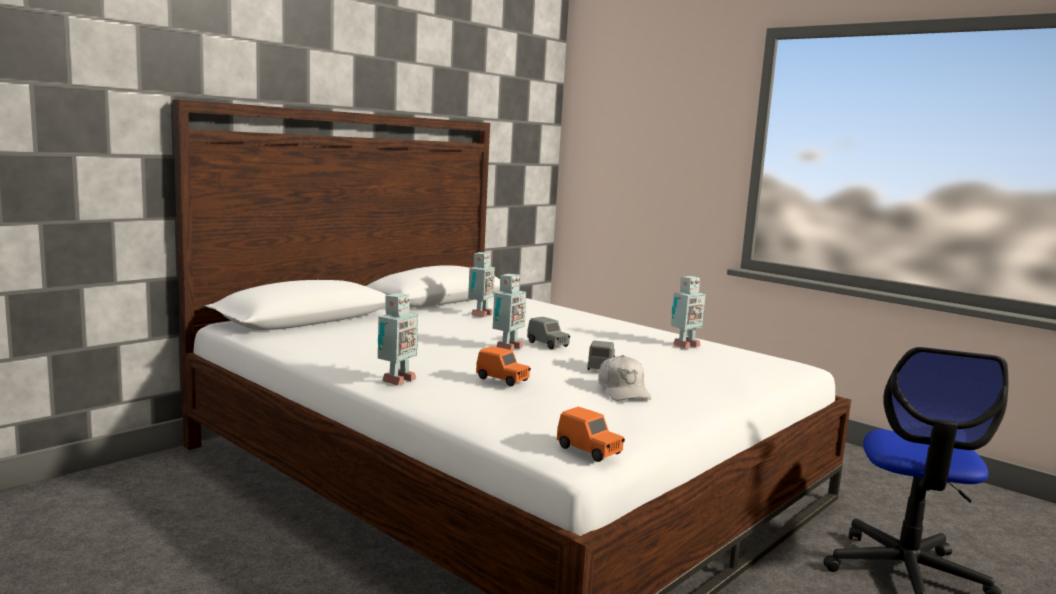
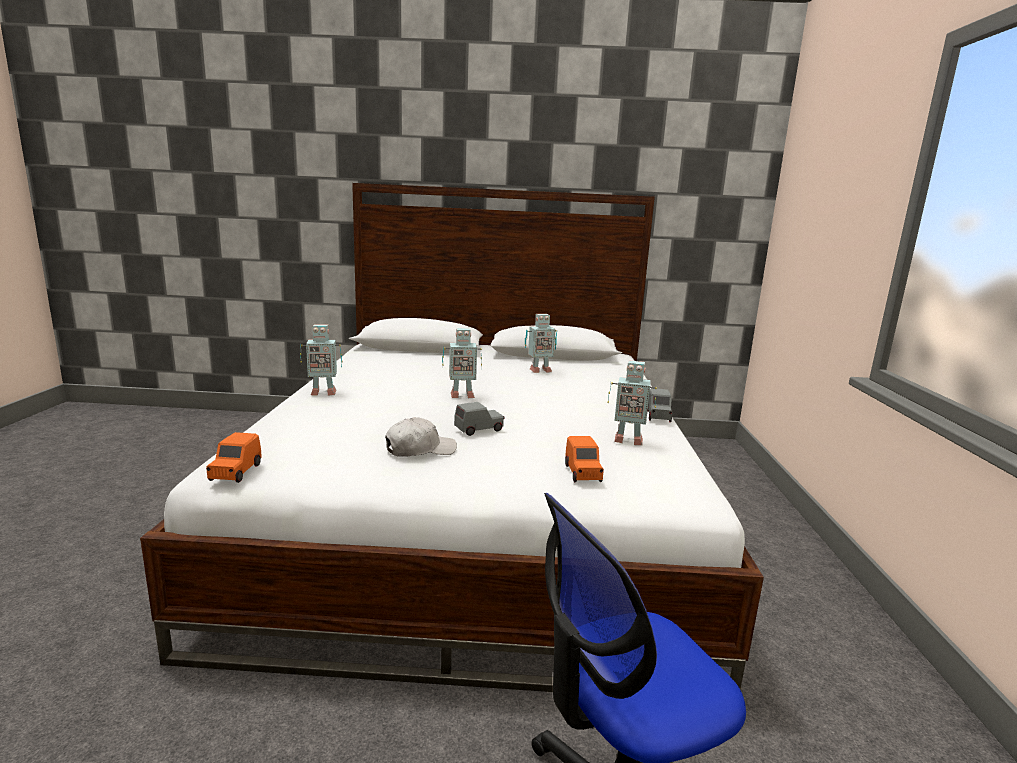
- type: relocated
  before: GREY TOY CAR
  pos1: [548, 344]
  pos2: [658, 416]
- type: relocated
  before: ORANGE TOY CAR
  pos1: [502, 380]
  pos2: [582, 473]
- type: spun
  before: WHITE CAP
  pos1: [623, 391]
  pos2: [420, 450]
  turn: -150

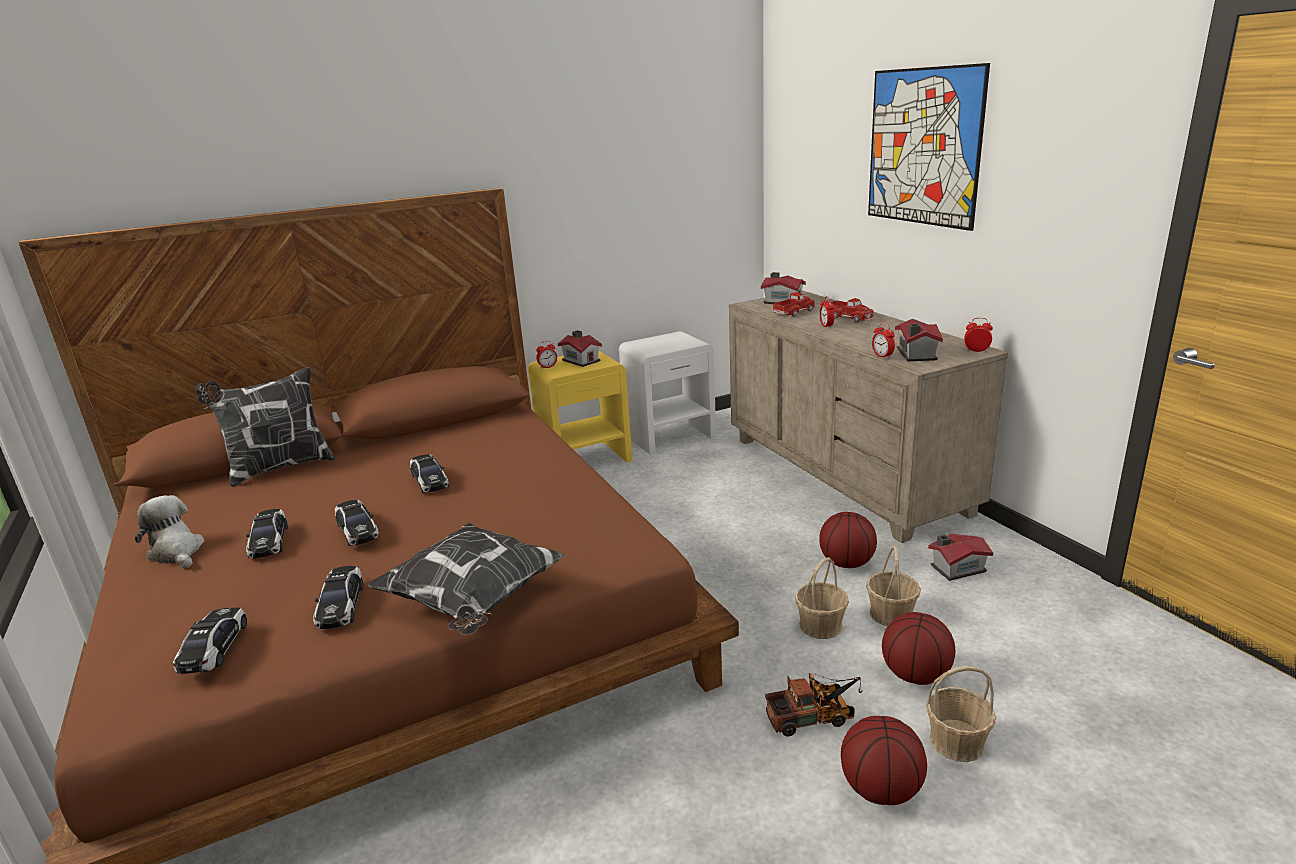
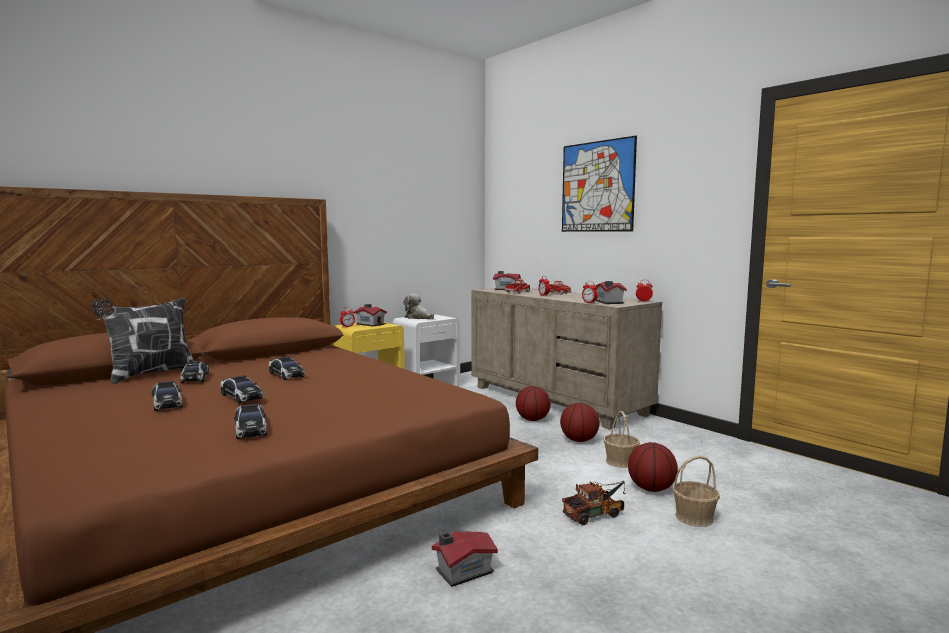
- type: relocated
  before: PLUSH TOY
  pos1: [177, 552]
  pos2: [418, 317]
- type: missing
  before: PILLOW
  pos1: [473, 602]
- type: relocated
  before: TOY HOUSE
  pos1: [956, 568]
  pos2: [462, 571]
- type: missing
  before: BASKET
  pos1: [821, 625]
- type: relocated
  before: TOY CAR
  pos1: [214, 648]
  pos2: [195, 378]
- type: relocated
  before: BASKETBALL
  pos1: [880, 790]
  pos2: [532, 420]

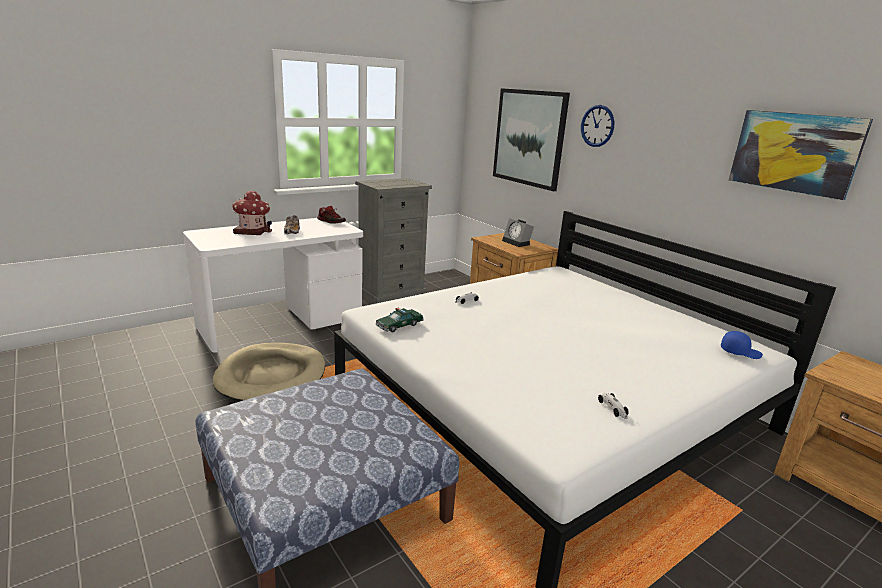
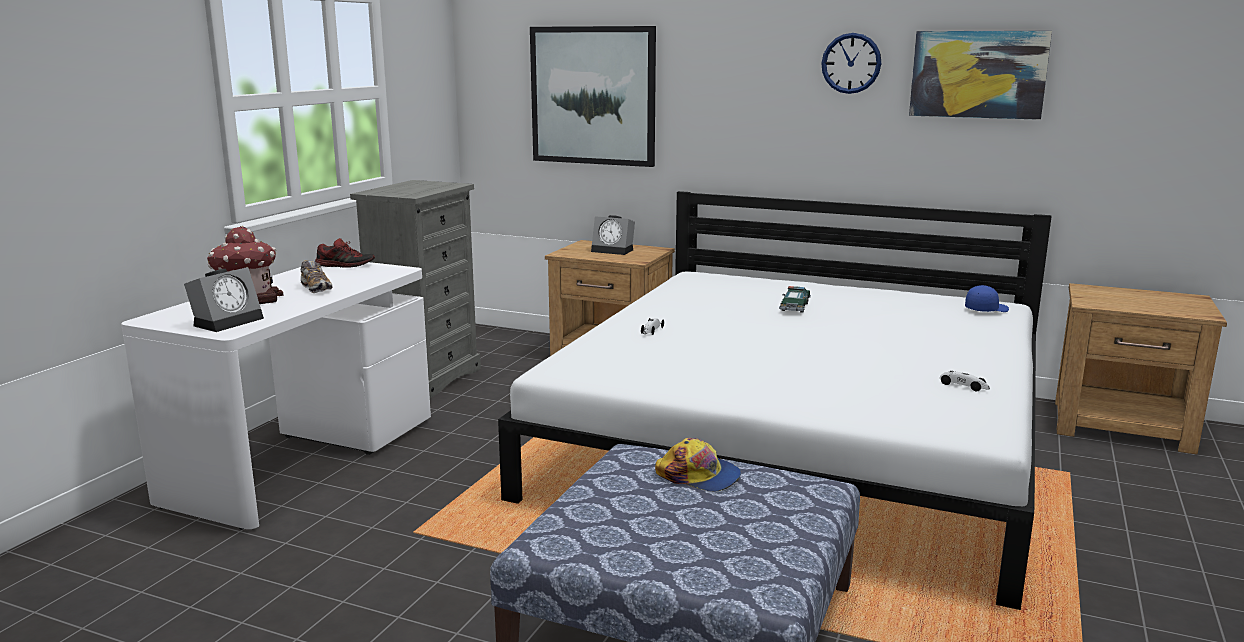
- type: relocated
  before: WALL CLOCK
  pos1: [597, 126]
  pos2: [851, 63]
- type: relocated
  before: TOY CAR
  pos1: [399, 325]
  pos2: [795, 307]
- type: missing
  before: BEIGE DOG BED
  pos1: [272, 376]
- type: appeared
  after: ALARM CLOCK
  pos2: [228, 321]
- type: appeared
  after: CAP
  pos2: [699, 476]

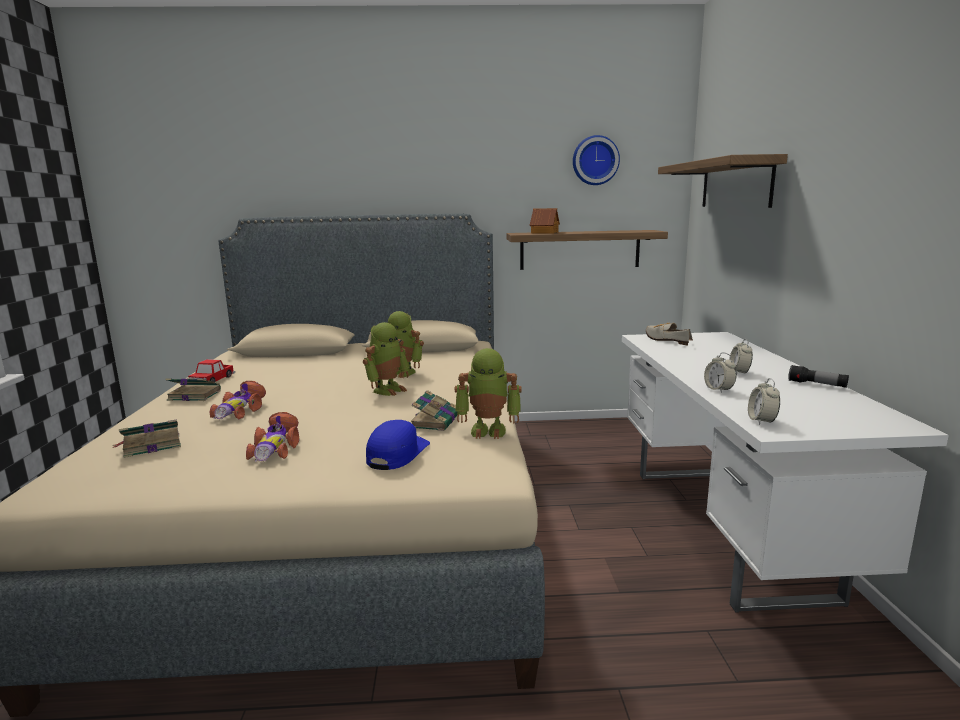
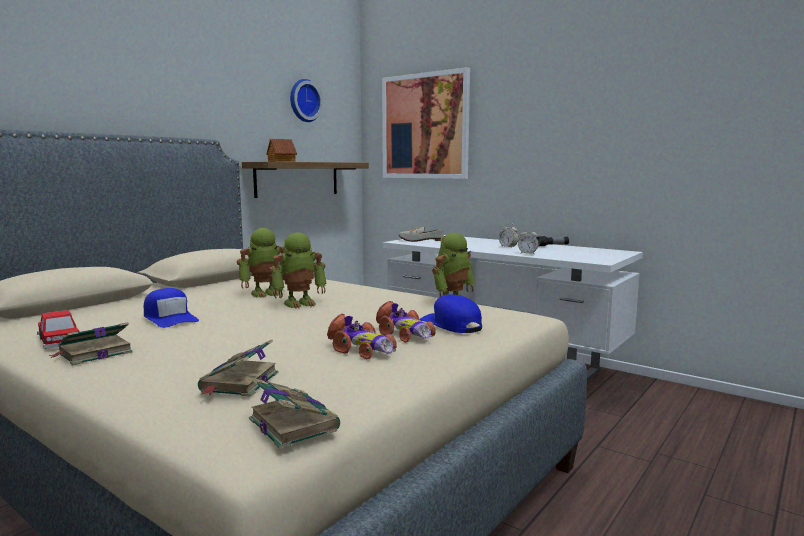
- type: exchanged
  before: SHELF
  after: PICTURE
  pos1: [735, 184]
  pos2: [425, 126]
- type: spun
  before: TOY ROBOT
  pos1: [388, 389]
  pos2: [299, 303]
  turn: 75
- type: missing
  before: ALARM CLOCK
  pos1: [761, 421]
- type: relocated
  before: TOY CAR
  pos1: [239, 411]
  pos2: [403, 334]
- type: relocated
  before: BOOK
  pos1: [435, 421]
  pos2: [292, 423]
- type: appeared
  after: BLUE CAP
  pos2: [170, 318]

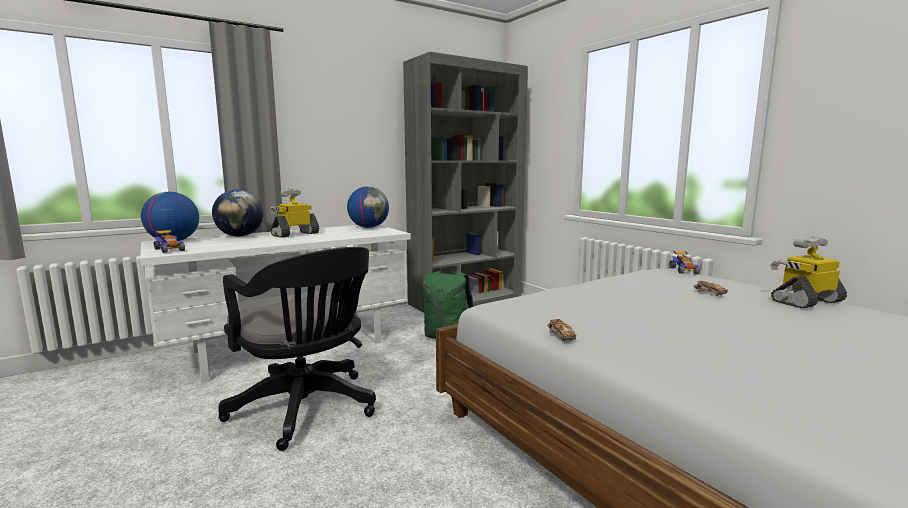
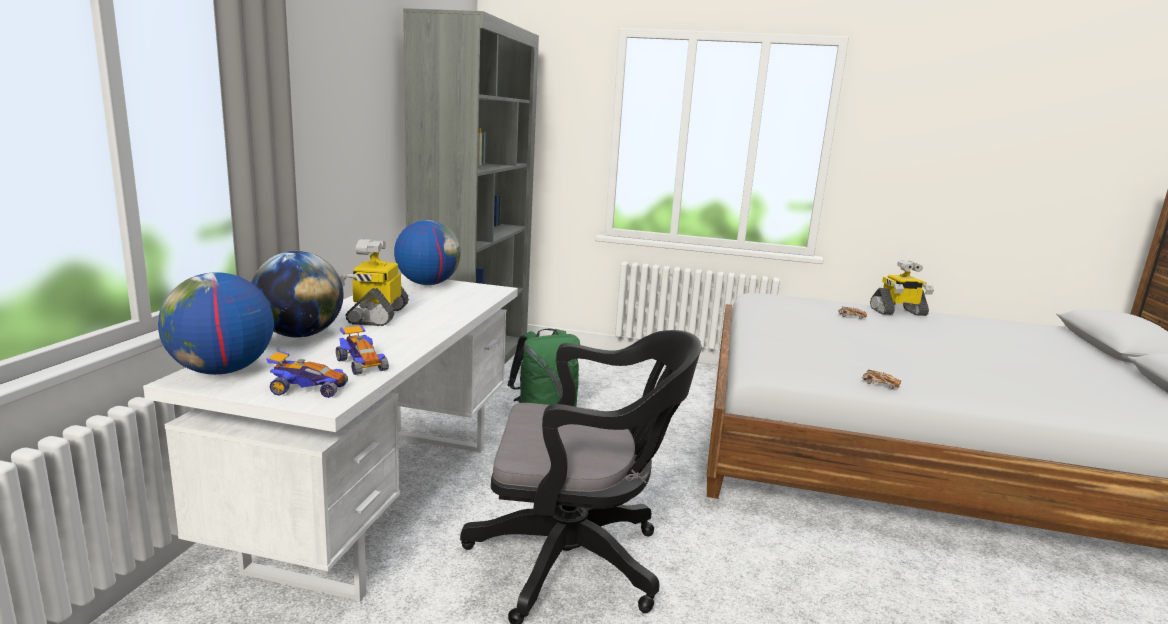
- type: spun
  before: TOY ROBOT
  pos1: [806, 301]
  pos2: [898, 312]
  turn: -120
- type: relocated
  before: TOY CAR
  pos1: [683, 270]
  pos2: [361, 364]

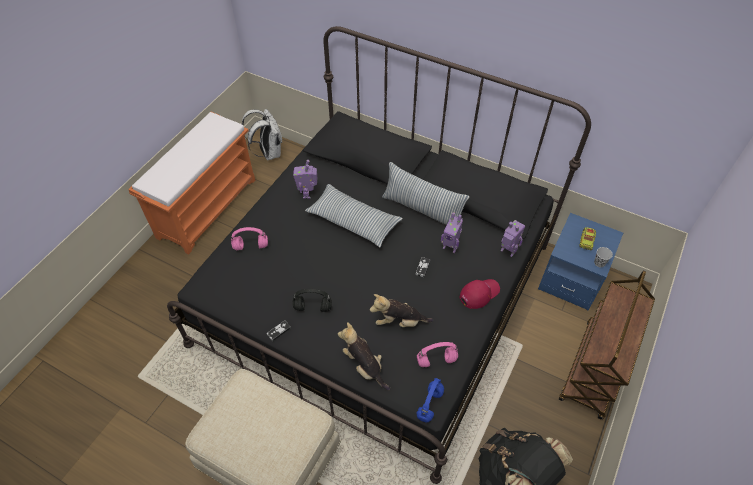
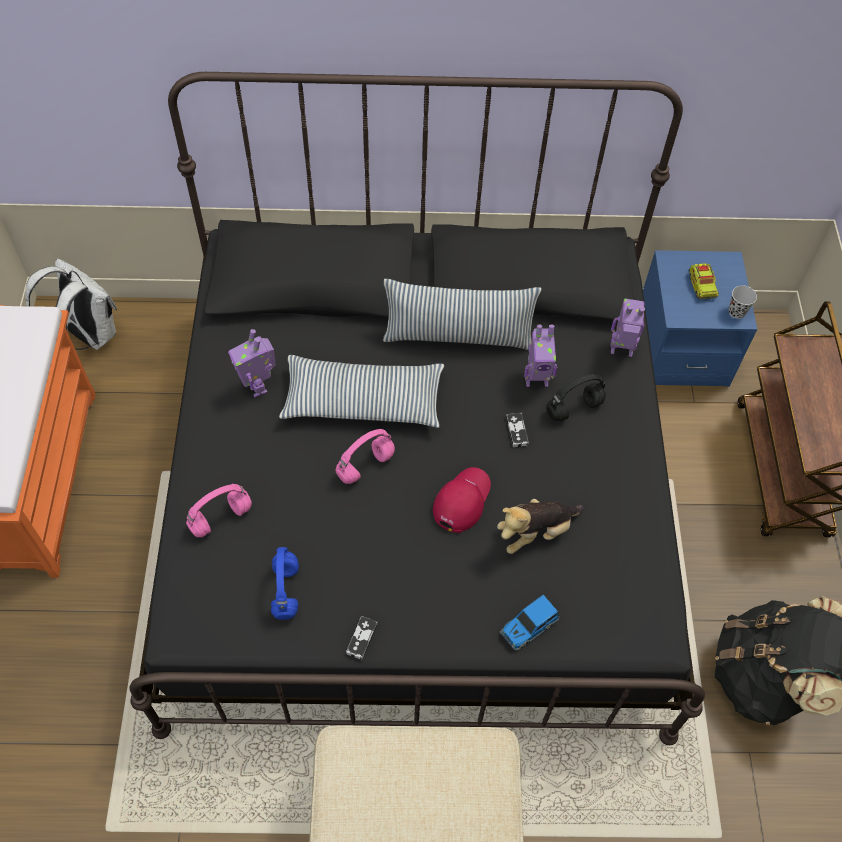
- type: relocated
  before: RED CAP
  pos1: [479, 293]
  pos2: [462, 500]
- type: relocated
  before: BLACK HEADPHONES
  pos1: [312, 308]
  pos2: [573, 409]
- type: exchanged
  before: PLUSH TOY
  after: TOY CAR
  pos1: [364, 366]
  pos2: [528, 627]
- type: relocated
  before: PINK HEADPHONES
  pos1: [436, 361]
  pos2: [365, 467]
- type: relocated
  before: BLUE HEADPHONES
  pos1: [430, 405]
  pos2: [286, 592]

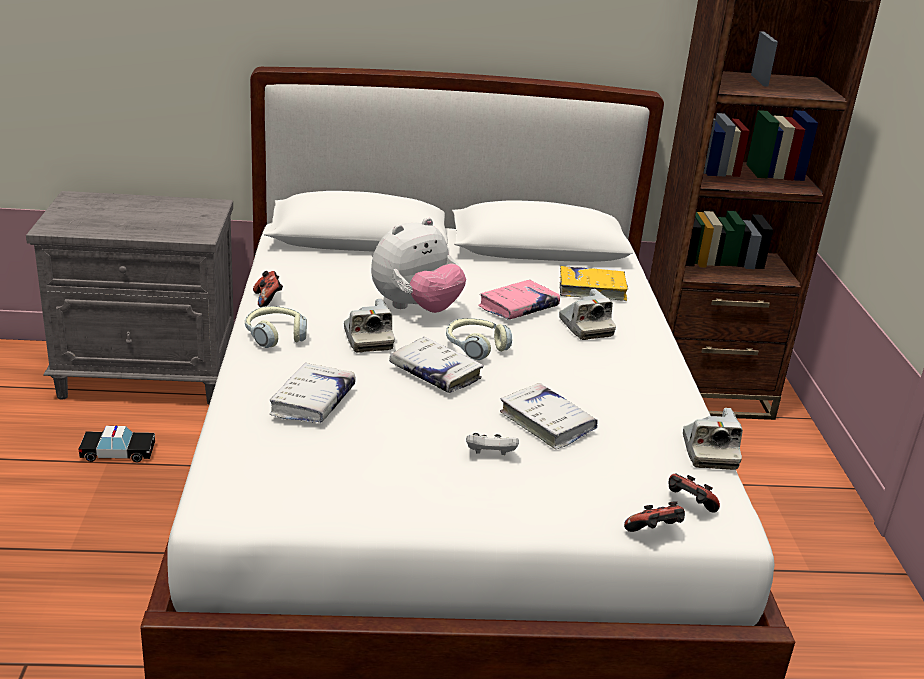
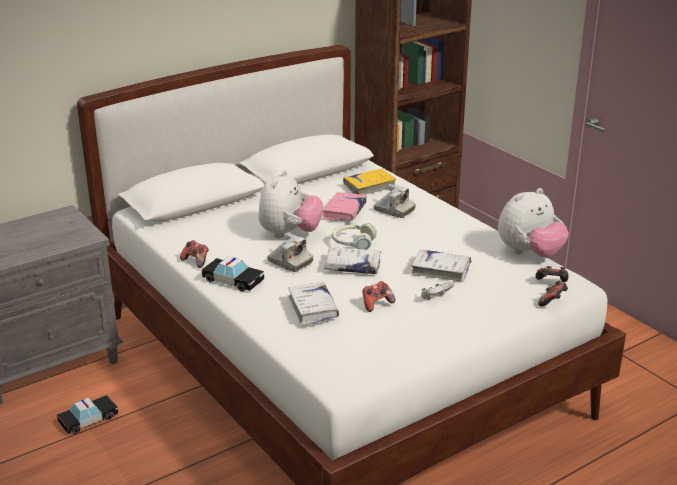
- type: exchanged
  before: HEADPHONES
  after: TOY CAR
  pos1: [275, 335]
  pos2: [233, 281]
- type: exchanged
  before: PHOTO CAMERA
  after: PLUSH TOY
  pos1: [709, 452]
  pos2: [529, 253]
- type: appeared
  after: GAME CONTROLLER
  pos2: [376, 304]

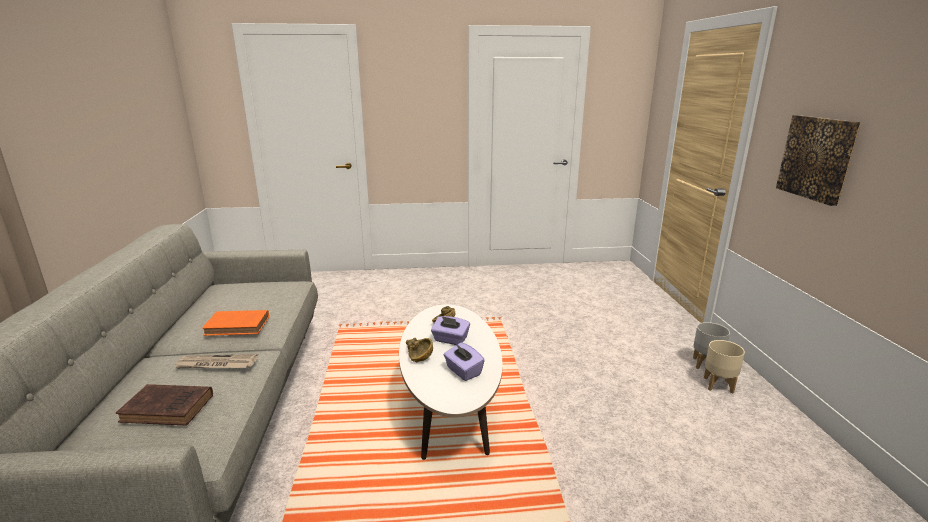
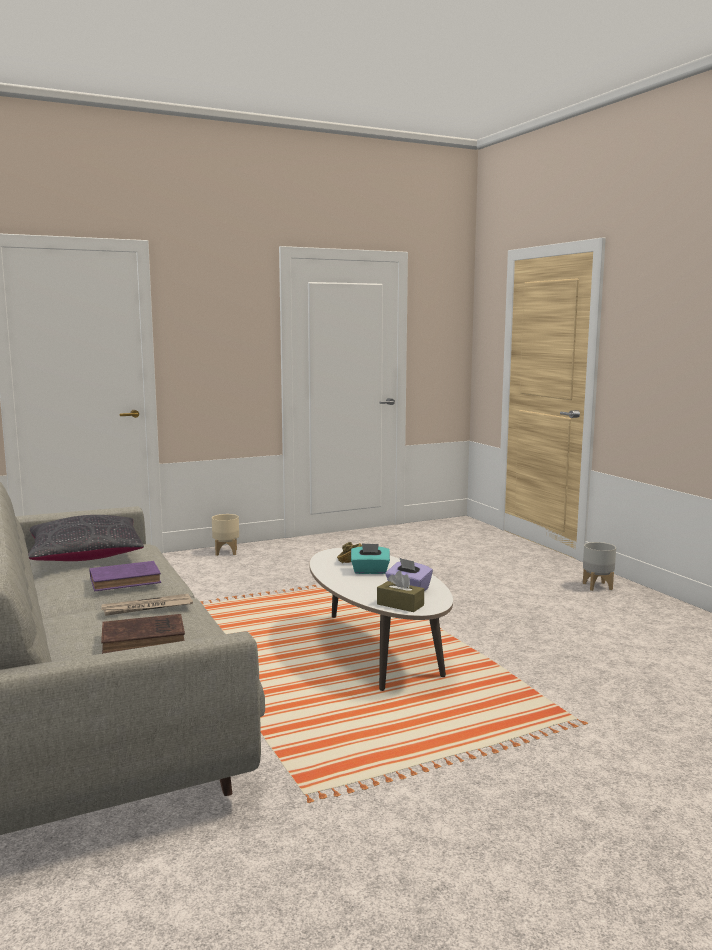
- type: missing
  before: PICTURE
  pos1: [817, 158]
- type: colour
  before: ORANGE BOOK
  after: PURPLE BOOK
  pos1: [239, 326]
  pos2: [127, 580]
- type: colour
  before: PURPLE TISSUE BOX
  after: TURQUOISE TISSUE BOX
  pos1: [450, 340]
  pos2: [370, 571]
- type: missing
  before: BROWN BOWL
  pos1: [416, 355]
- type: relocated
  before: BEIGE PLANTER
  pos1: [719, 385]
  pos2: [226, 552]
- type: appeared
  after: BLACK PILLOW
  pos2: [86, 556]
- type: appeared
  after: BROWN TISSUE BOX
  pos2: [400, 605]

